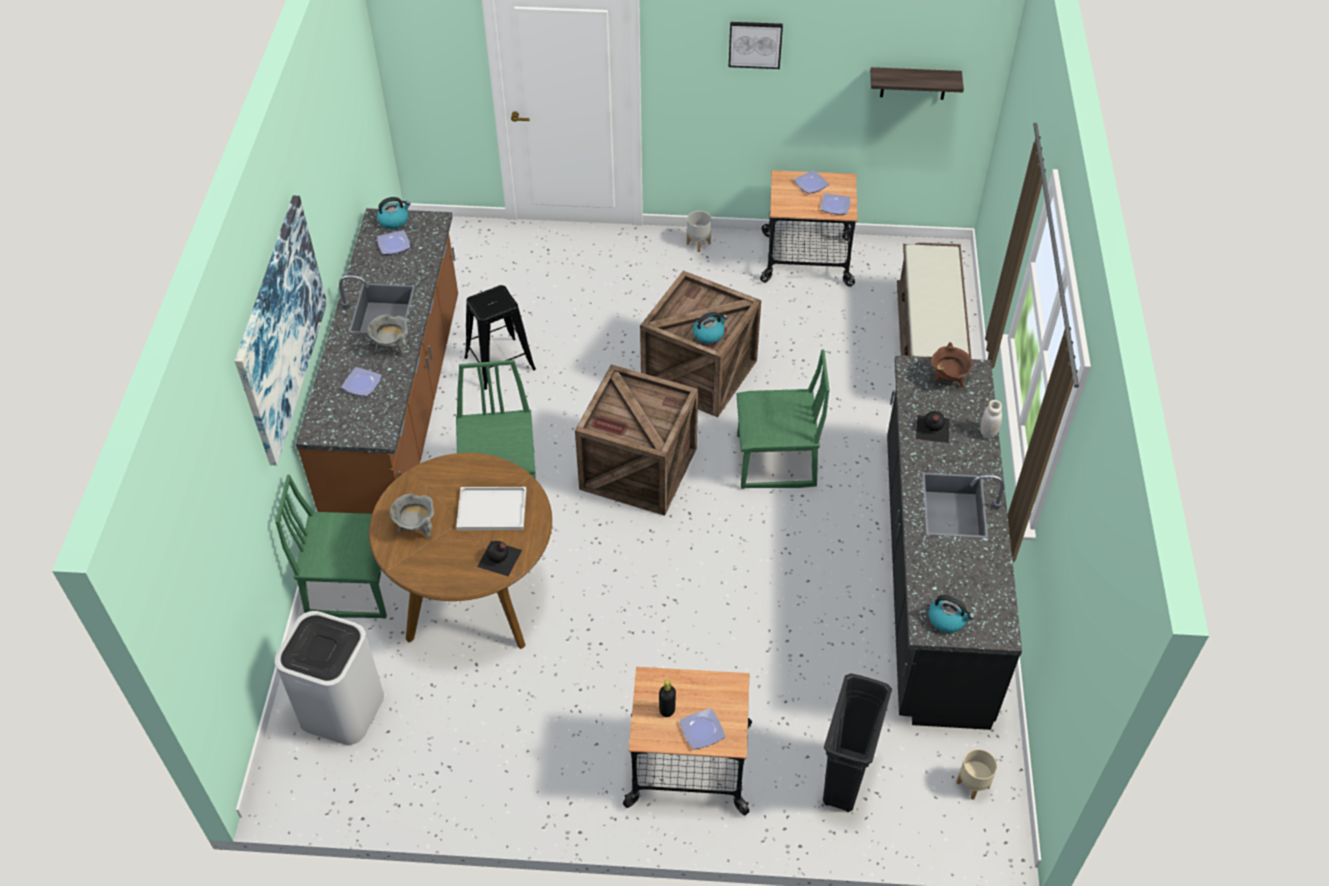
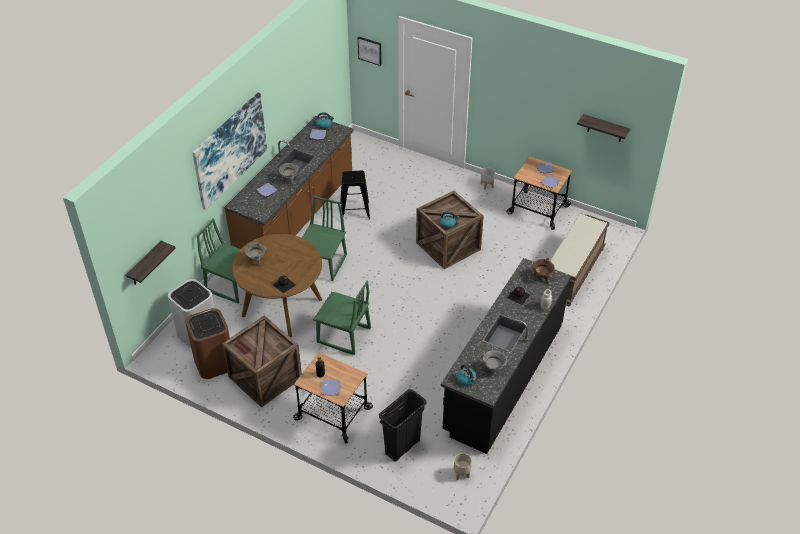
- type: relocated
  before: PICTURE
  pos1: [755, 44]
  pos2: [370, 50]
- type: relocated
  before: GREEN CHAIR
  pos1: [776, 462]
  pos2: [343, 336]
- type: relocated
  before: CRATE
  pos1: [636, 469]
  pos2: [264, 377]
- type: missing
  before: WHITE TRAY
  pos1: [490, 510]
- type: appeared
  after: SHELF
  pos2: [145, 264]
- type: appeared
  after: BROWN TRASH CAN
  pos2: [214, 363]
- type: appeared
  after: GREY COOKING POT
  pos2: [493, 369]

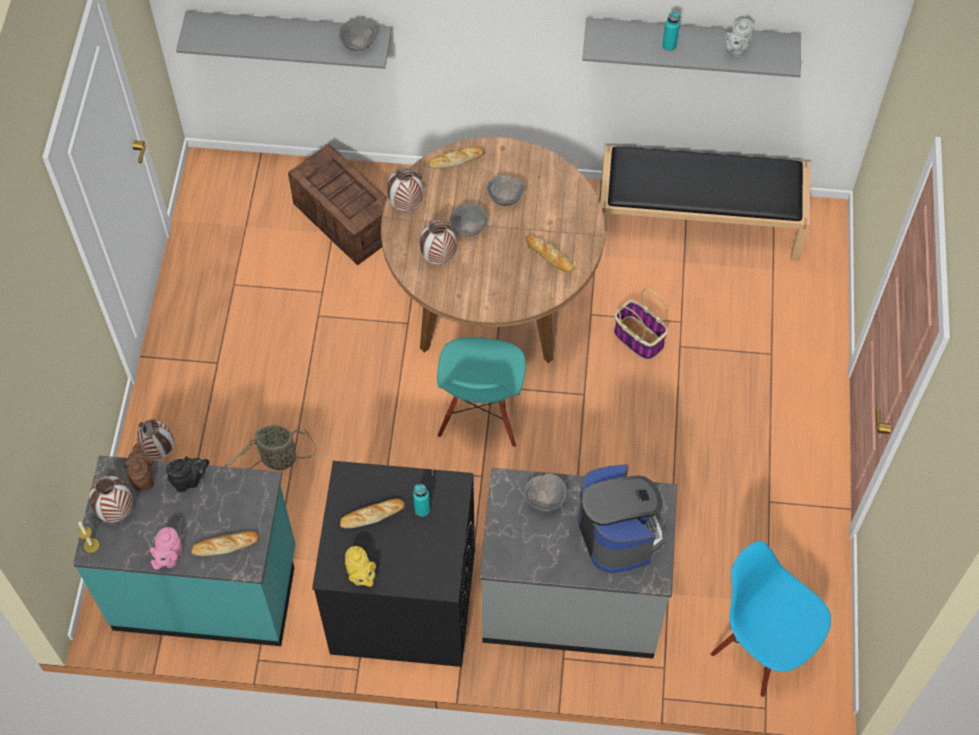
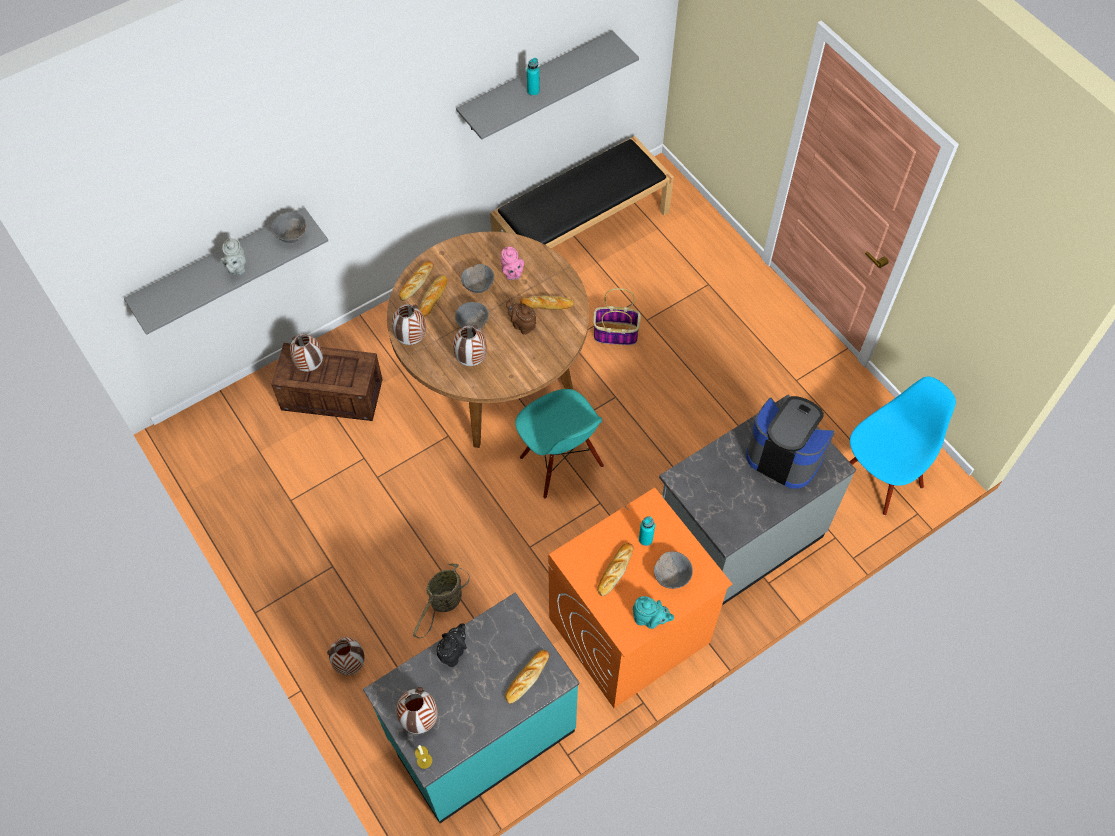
- type: relocated
  before: GREY TEAPOT
  pos1: [736, 50]
  pos2: [237, 268]
- type: relocated
  before: BROWN TEAPOT
  pos1: [143, 477]
  pos2: [522, 325]
- type: colour
  before: BLACK WASHING MACHINE
  after: ORANGE WASHING MACHINE
  pos1: [402, 602]
  pos2: [628, 631]
- type: relocated
  before: GREY BOWL
  pos1: [545, 500]
  pos2: [671, 576]
- type: relocated
  before: PINK TEAPOT
  pos1: [169, 557]
  pos2: [512, 274]
- type: spun
  before: BLUE CHAIR
  pos1: [761, 648]
  pos2: [880, 477]
  turn: 135
- type: colour
  before: YELLOW TEAPOT
  after: TURQUOISE TEAPOT
  pos1: [361, 576]
  pos2: [649, 619]
- type: appeared
  after: BREAD
  pos2: [433, 297]
- type: appeared
  after: VASE
  pos2: [309, 366]

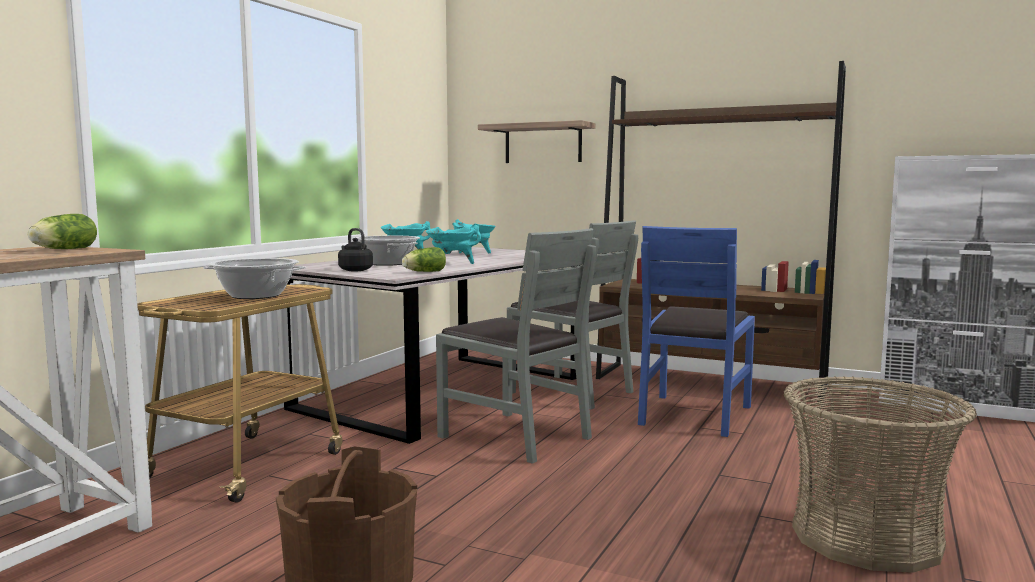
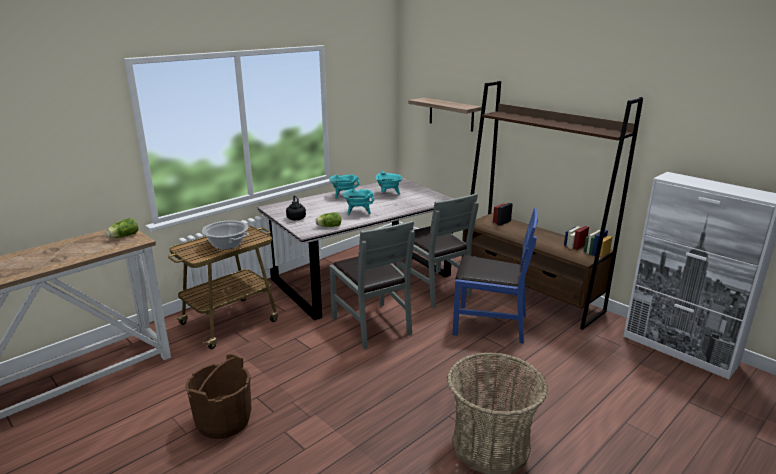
- type: spun
  before: BLUE CHAIR
  pos1: [693, 414]
  pos2: [489, 324]
  turn: -120
- type: missing
  before: COOKING POT
  pos1: [388, 263]

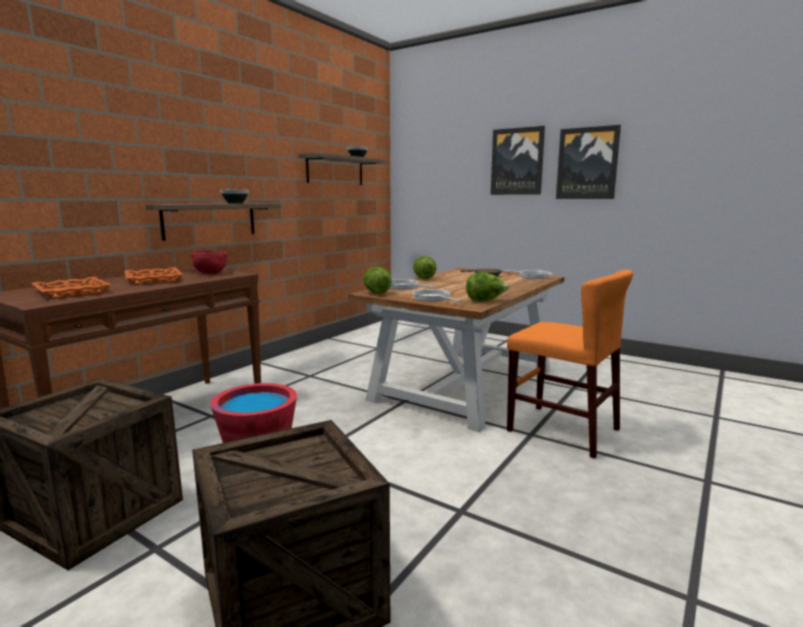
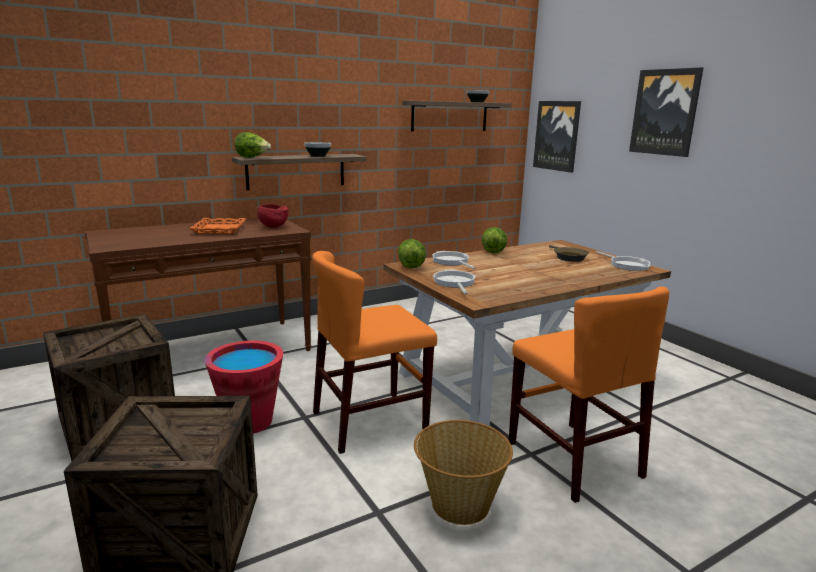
- type: relocated
  before: PICTURE
  pos1: [587, 163]
  pos2: [557, 136]
- type: relocated
  before: LETTUCE
  pos1: [485, 301]
  pos2: [252, 158]
- type: missing
  before: ORANGE TRAY
  pos1: [71, 292]
- type: appeared
  after: ORANGE CHAIR
  pos2: [370, 421]
- type: appeared
  after: BASKET
  pos2: [459, 504]

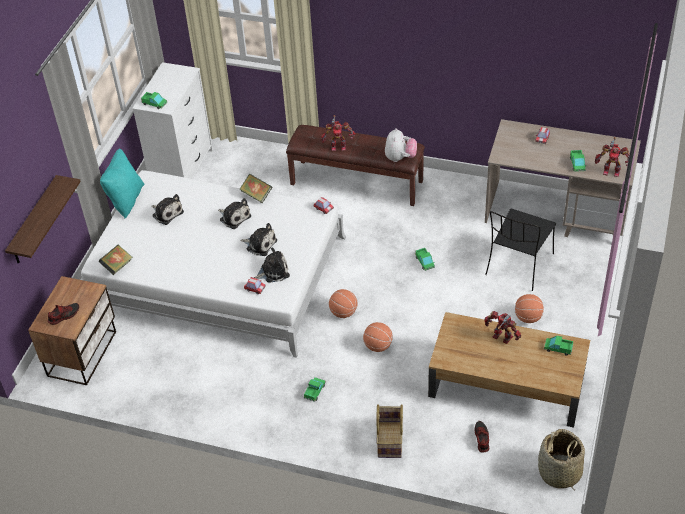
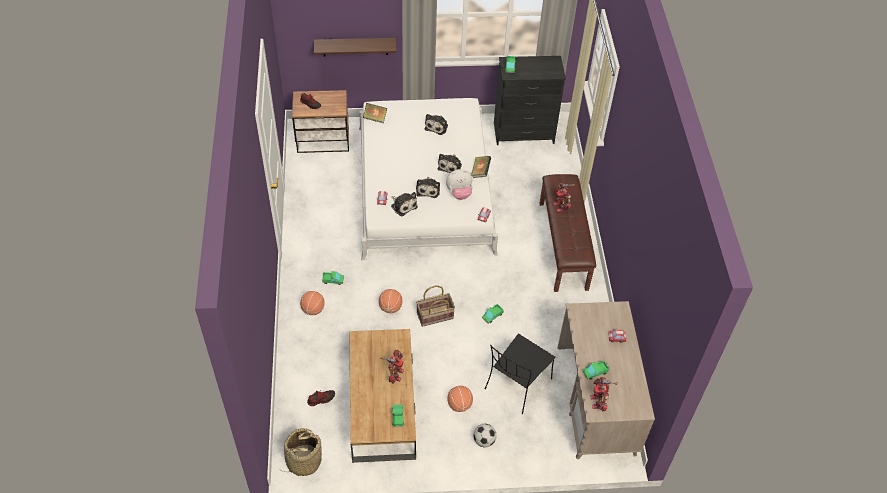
- type: colour
  before: WHITE DRESSER
  after: BLACK DRESSER
  pos1: [183, 169]
  pos2: [523, 133]
- type: relocated
  before: PLUSH TOY
  pos1: [400, 158]
  pos2: [459, 193]
- type: missing
  before: TURQUOISE PILLOW
  pos1: [126, 200]
- type: spun
  before: BLACK CHAIR
  pos1: [518, 265]
  pos2: [517, 385]
  turn: -60
- type: relocated
  before: BASKETBALL
  pos1: [343, 312]
  pos2: [313, 309]
- type: relocated
  before: BASKET
  pos1: [390, 440]
  pos2: [435, 316]
- type: appeared
  after: FOOTBALL
  pos2: [484, 441]

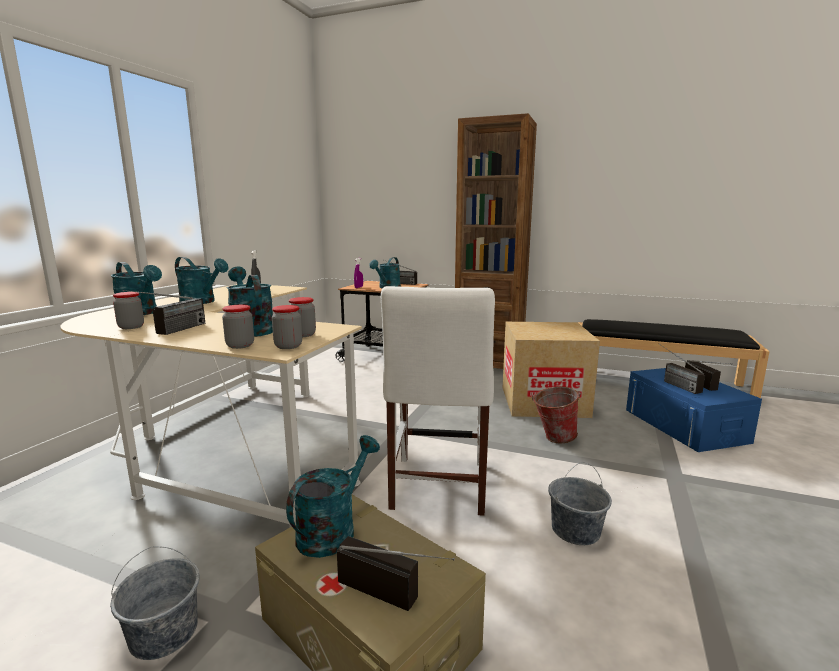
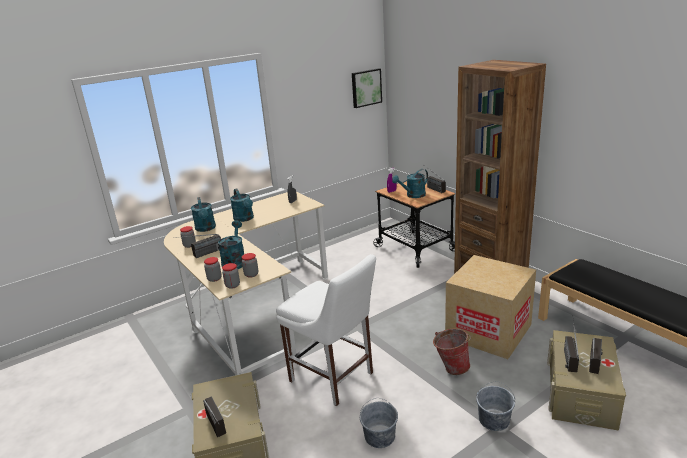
- type: spun
  before: WHITE CHAIR
  pos1: [437, 488]
  pos2: [334, 378]
  turn: -90
- type: colour
  before: BLUE STORAGE BOX
  after: BEIGE STORAGE BOX
  pos1: [684, 425]
  pos2: [581, 392]
- type: missing
  before: TURQUOISE WATERING CAN
  pos1: [333, 529]
- type: relocated
  before: GREY BUCKET
  pos1: [163, 633]
  pos2: [493, 420]
- type: appeared
  after: PICTURE
  pos2: [366, 87]

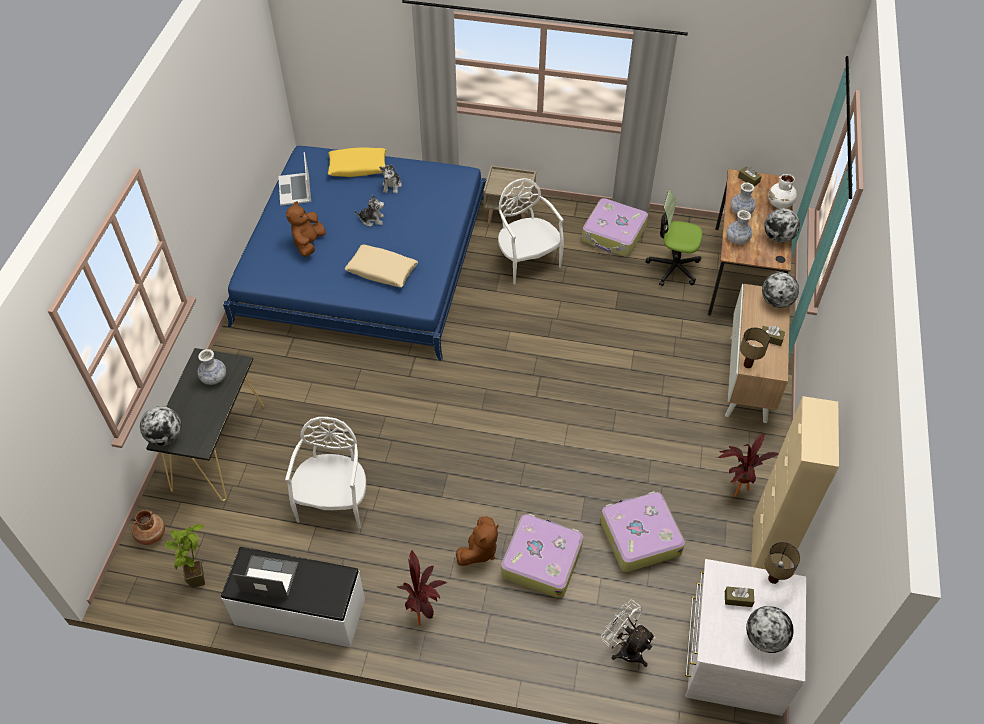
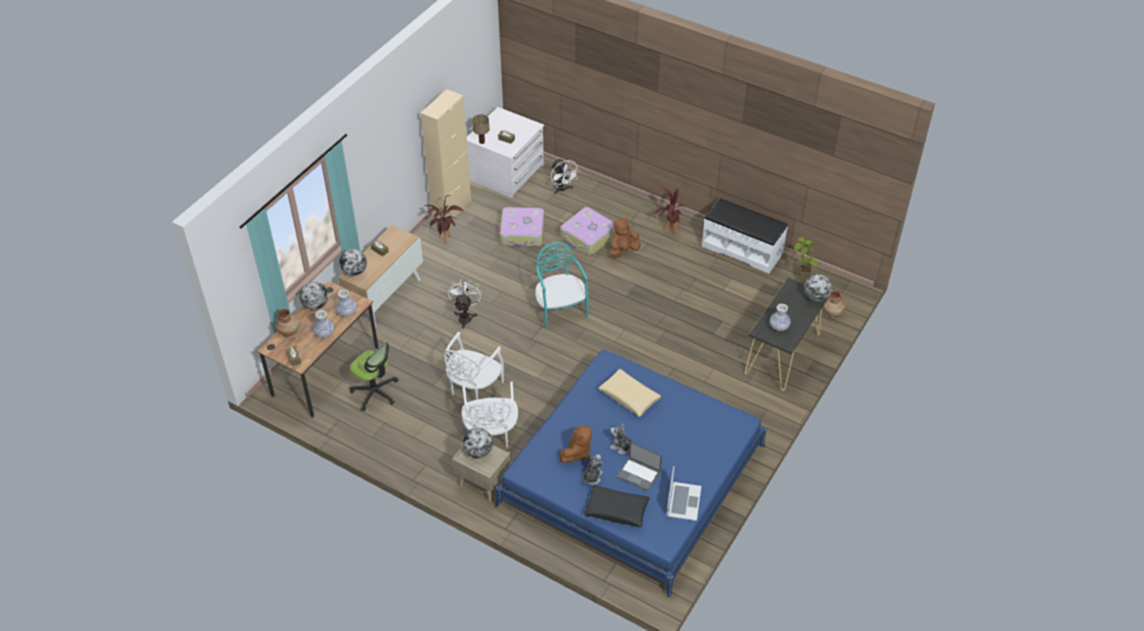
- type: colour
  before: YELLOW PILLOW
  after: BLACK PILLOW
  pos1: [358, 167]
  pos2: [616, 510]
- type: colour
  before: WHITE VASE
  after: BROWN VASE
  pos1: [779, 204]
  pos2: [289, 331]
- type: missing
  before: SUITCASE
  pos1: [614, 235]
- type: relocated
  before: BROWN PLUSH TOY
  pos1: [308, 243]
  pos2: [577, 452]
- type: missing
  before: TABLE LAMP
  pos1: [747, 364]
- type: relocated
  before: WHITE CHAIR
  pos1: [334, 501]
  pos2: [473, 387]
- type: relocated
  before: LAPTOP
  pos1: [268, 577]
  pos2: [639, 474]
- type: relocated
  before: GLOBE
  pos1: [764, 638]
  pos2: [478, 452]
- type: appeared
  after: TURQUOISE CHAIR
  pos2: [560, 309]
- type: appeared
  after: WHITE FAN
  pos2: [465, 316]

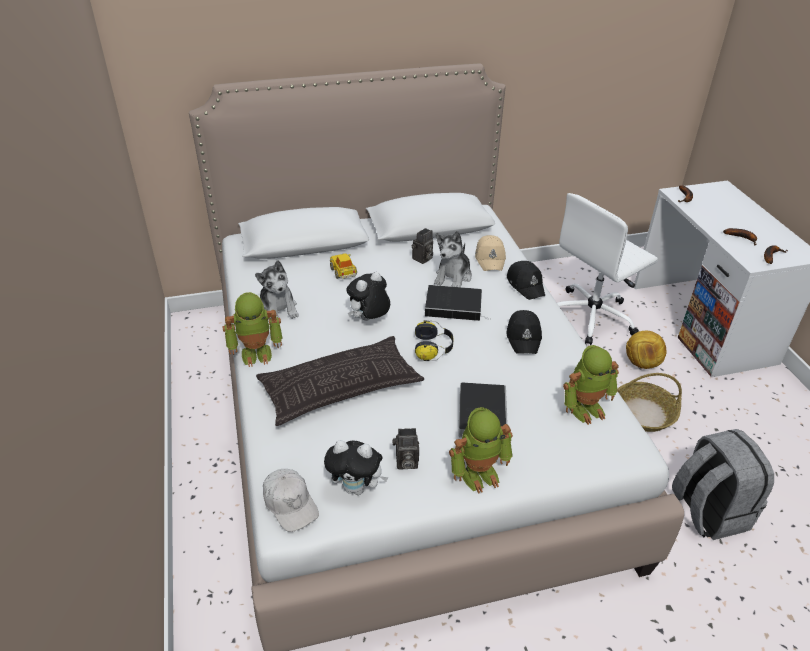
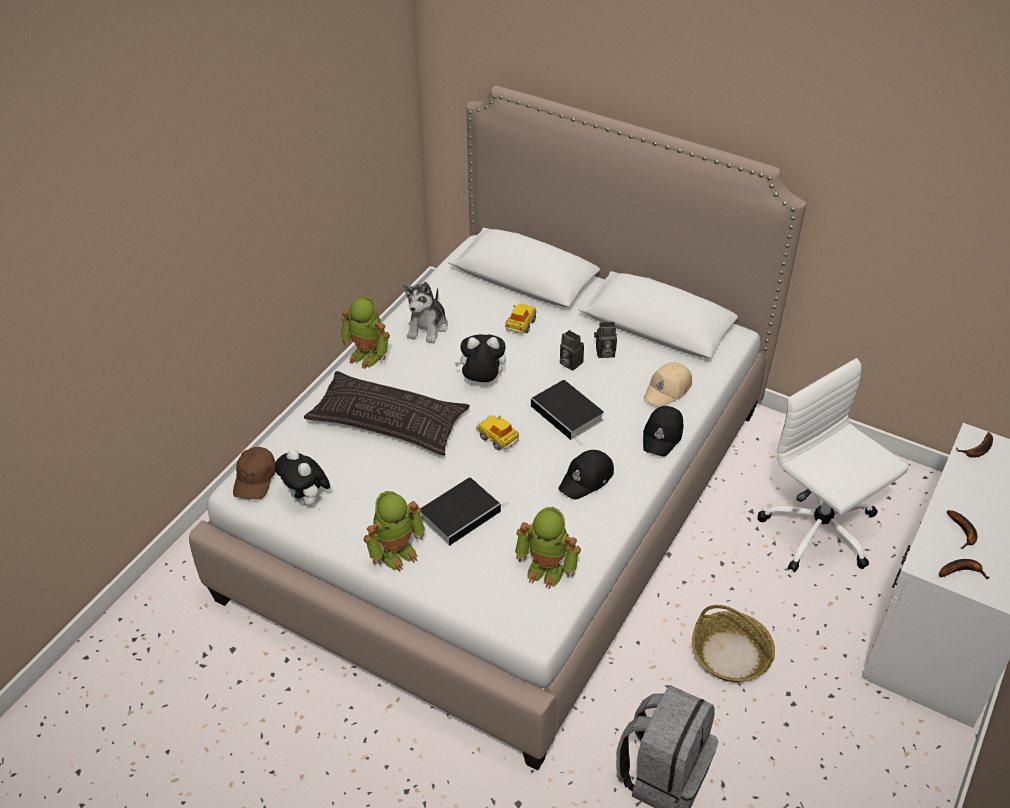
- type: spun
  before: WHITE OFFICE CHAIR
  pos1: [592, 316]
  pos2: [820, 532]
  turn: 45
- type: missing
  before: PLUSH TOY
  pos1: [453, 277]
- type: exchanged
  before: HEADPHONES
  after: TOY CAR
  pos1: [433, 348]
  pos2: [498, 438]
- type: missing
  before: FOOTBALL
  pos1: [641, 363]
- type: spun
  before: TOY ROBOT
  pos1: [478, 473]
  pos2: [396, 552]
  turn: -60
- type: relocated
  before: PHOTO CAMERA
  pos1: [405, 462]
  pos2: [569, 363]
- type: colour
  before: WHITE CAP
  after: BROWN CAP
  pos1: [290, 504]
  pos2: [255, 478]

